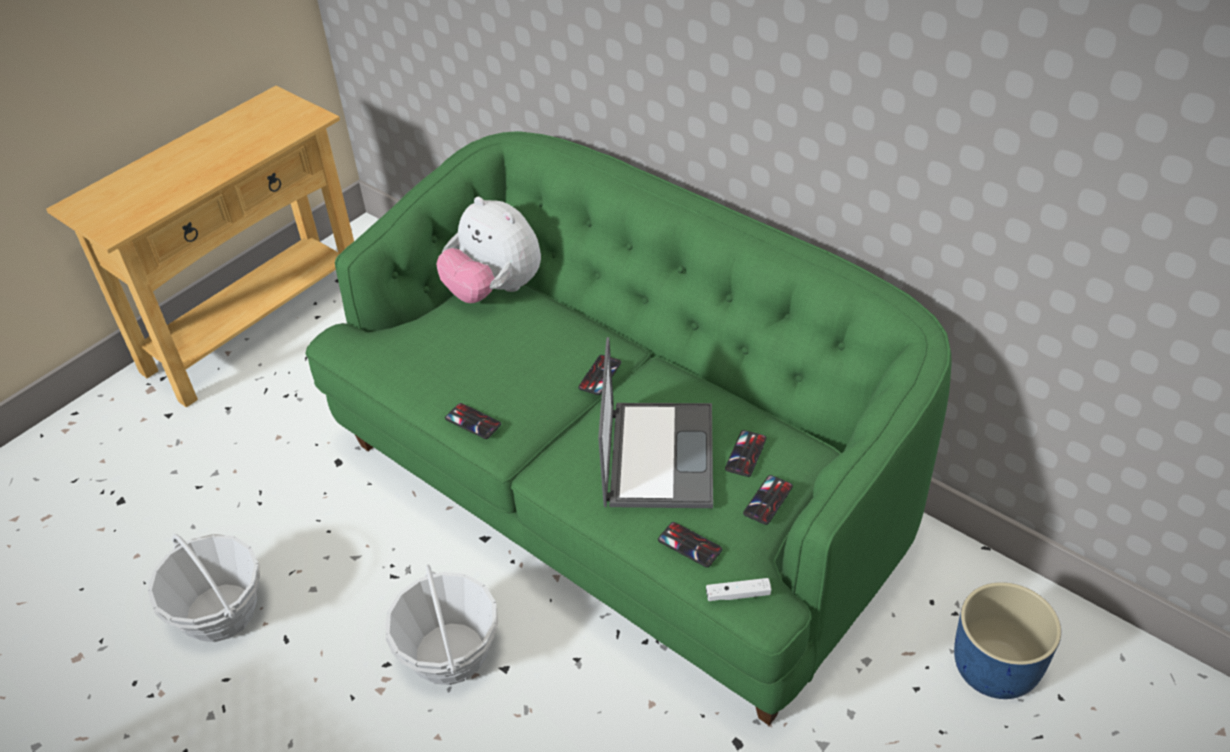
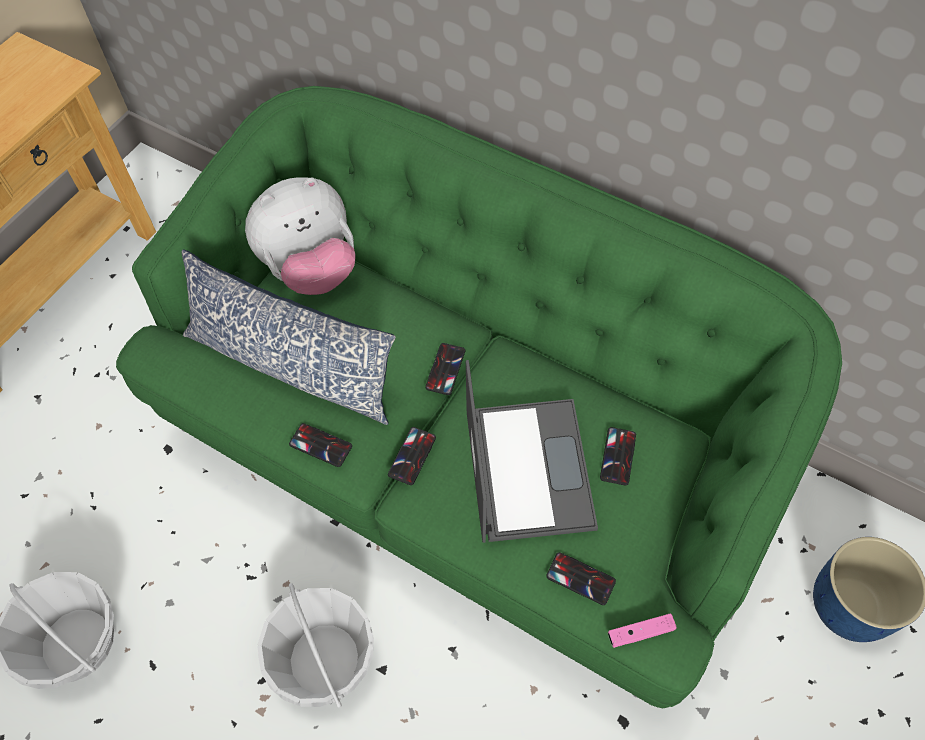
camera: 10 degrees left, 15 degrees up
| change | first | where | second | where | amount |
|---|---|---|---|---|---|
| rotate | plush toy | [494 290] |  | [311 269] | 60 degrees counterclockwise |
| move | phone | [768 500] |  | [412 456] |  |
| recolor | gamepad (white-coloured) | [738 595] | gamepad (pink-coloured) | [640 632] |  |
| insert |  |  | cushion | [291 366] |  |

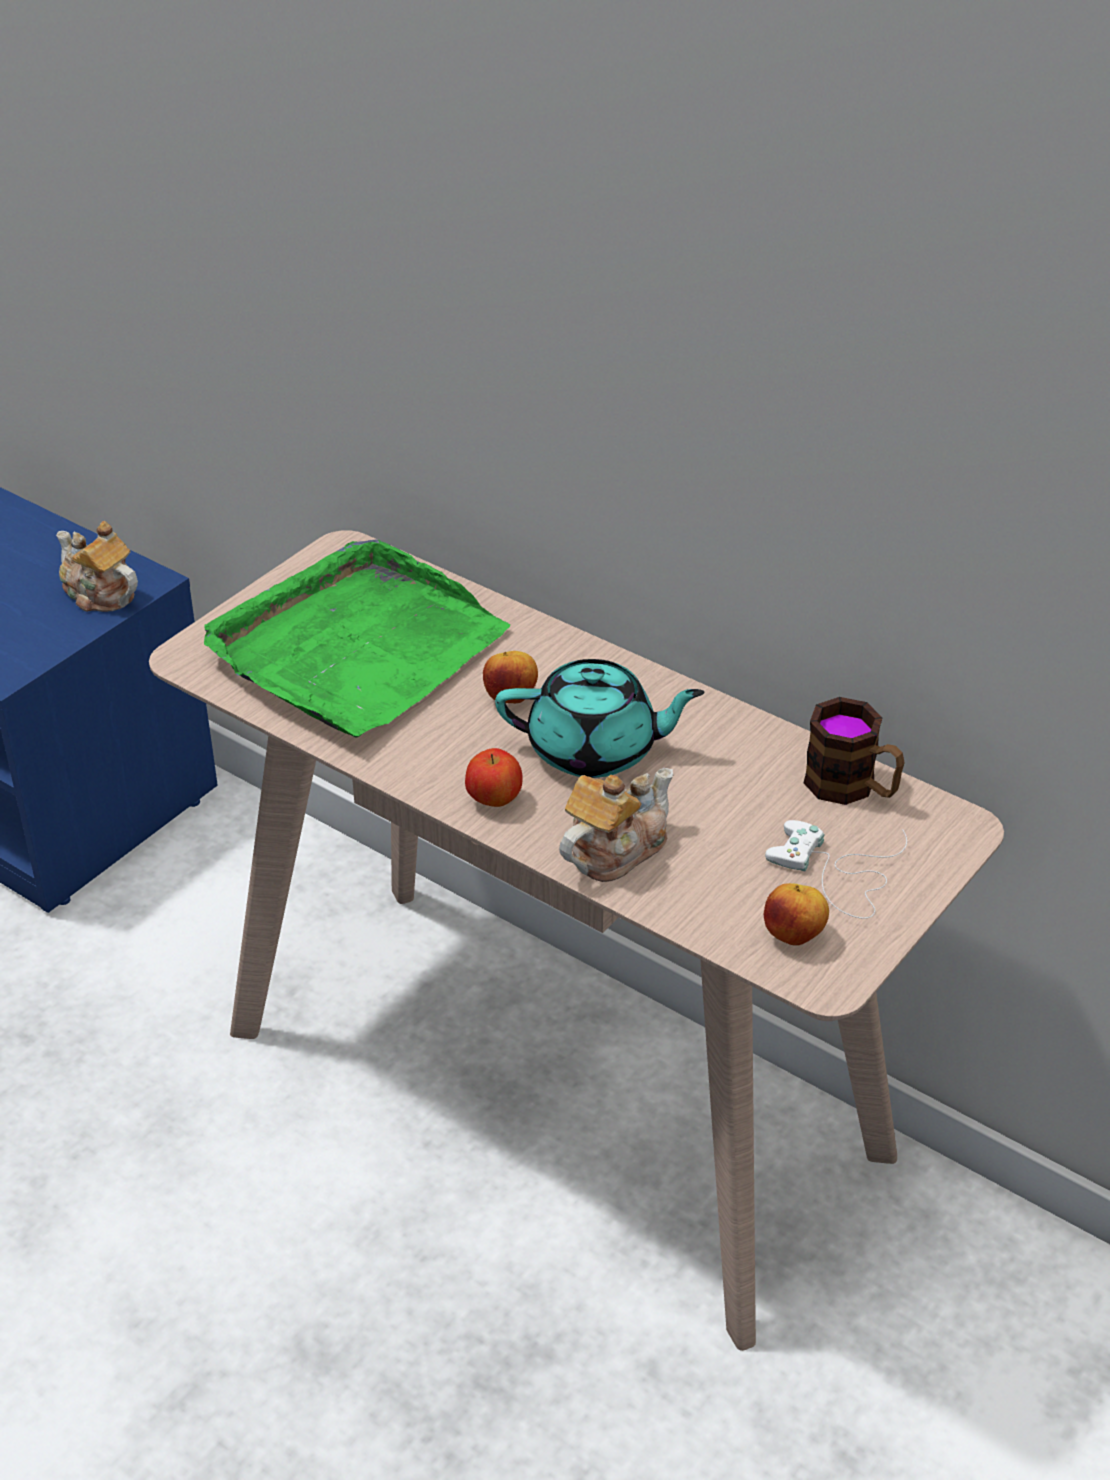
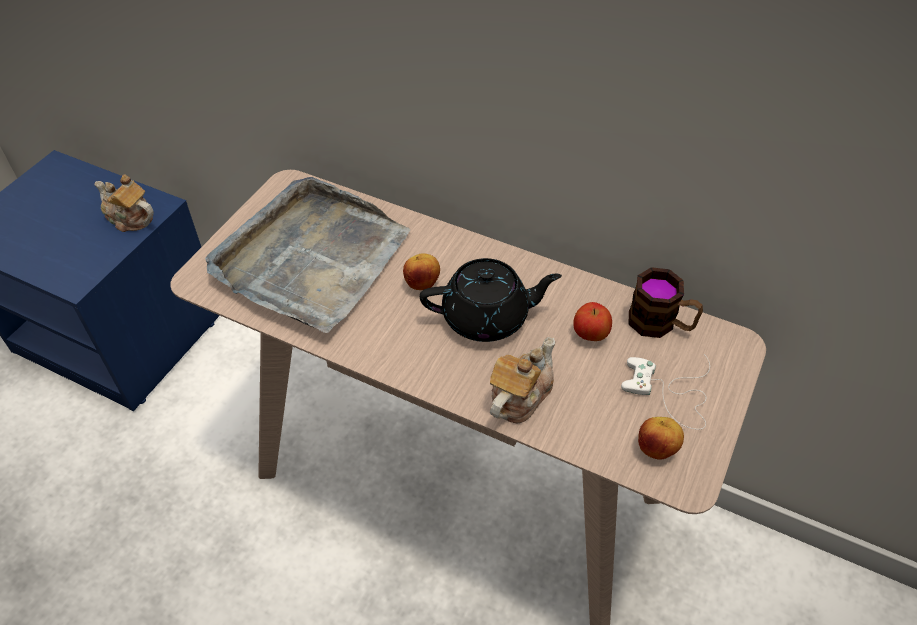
camera: 10 degrees left, 10 degrees up
| change | first | where | second | where | amount |
|---|---|---|---|---|---|
| recolor | tray (green) | [356 648] | tray (greyish) | [311 258] |  |
| recolor | tea pot (blue-green) | [595 750] | tea pot (black-coloured) | [487 317] |  |
| move | apple | [494 800] |  | [590 334] |  |

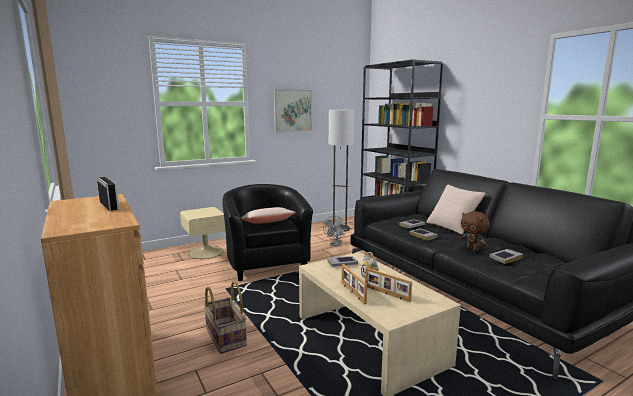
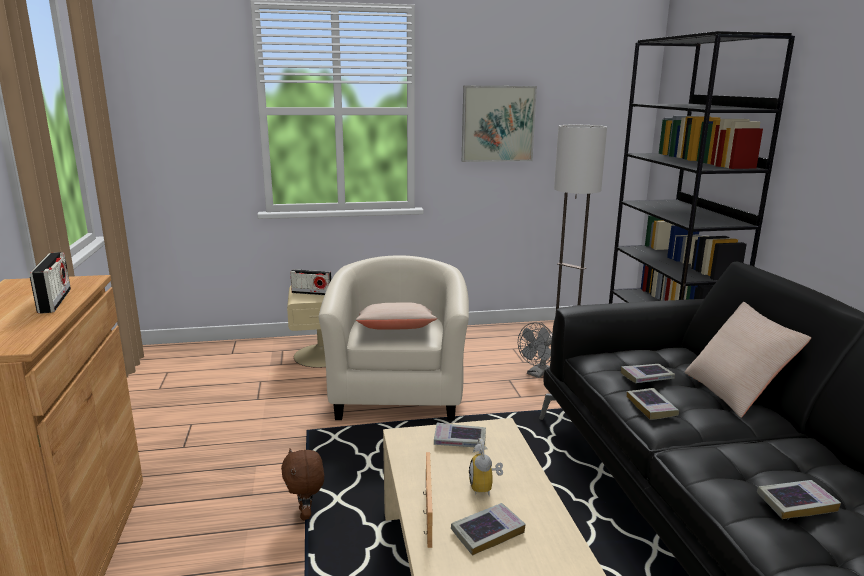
camera: 20 degrees right, 5 degrees up
| change | first | where | second | where | amount |
|---|---|---|---|---|---|
| recolor | easy chair (black-coloured) | [266 264] | easy chair (beige) | [398 393] |  |
| move | plush toy (brownish) | [472 249] |  | [306 514] |  |
| replace | standing frame | [386 294] | volume | [487 532] |  |
| delete | basket | [224 337] |  |  |  |
| insert |  |  | radio receiver | [311 293] |  |

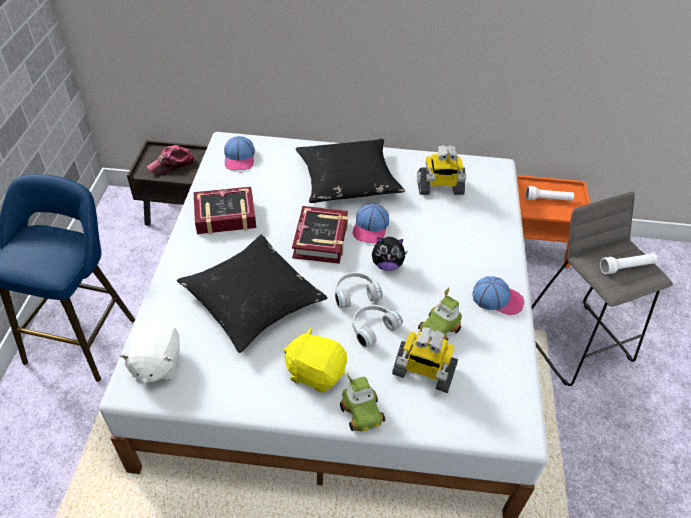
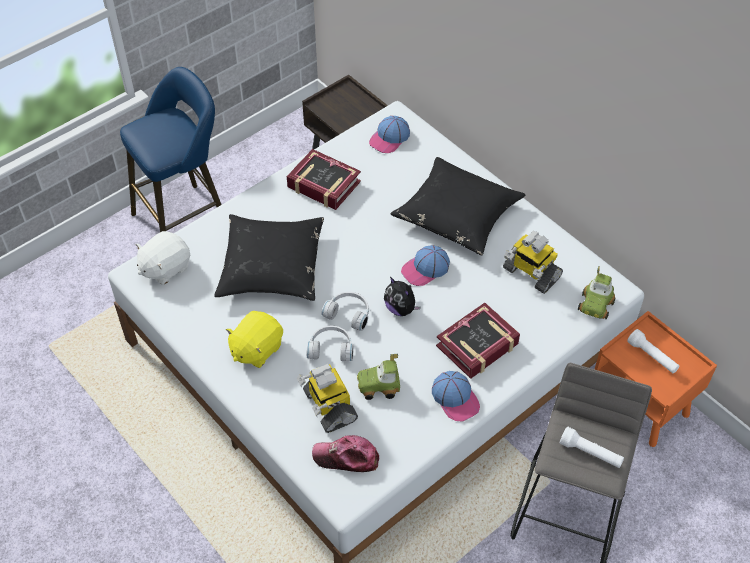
camera: 45 degrees right, 5 degrees up
| change | first | where | second | where | amount |
|---|---|---|---|---|---|
| move | cap | [172 164] |  | [346 458] |  |
| move | volume | [321 240] |  | [477 345] |  |
| rotate | plush toy (yellowish) | [315 372] |  | [256 349] | 120 degrees counterclockwise |
| move | model car | [362 413] |  | [596 305] |  |

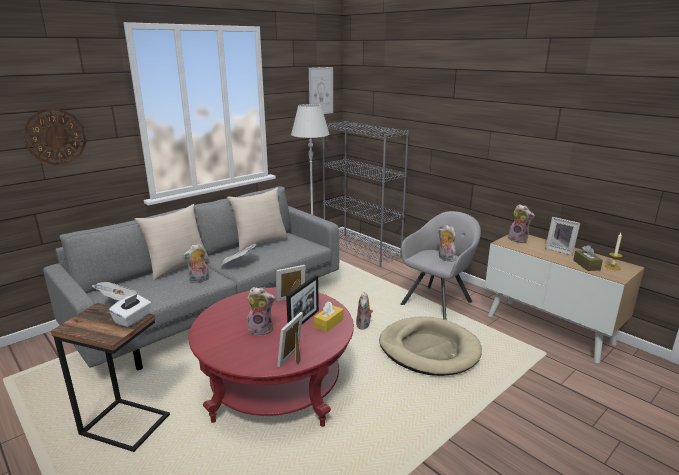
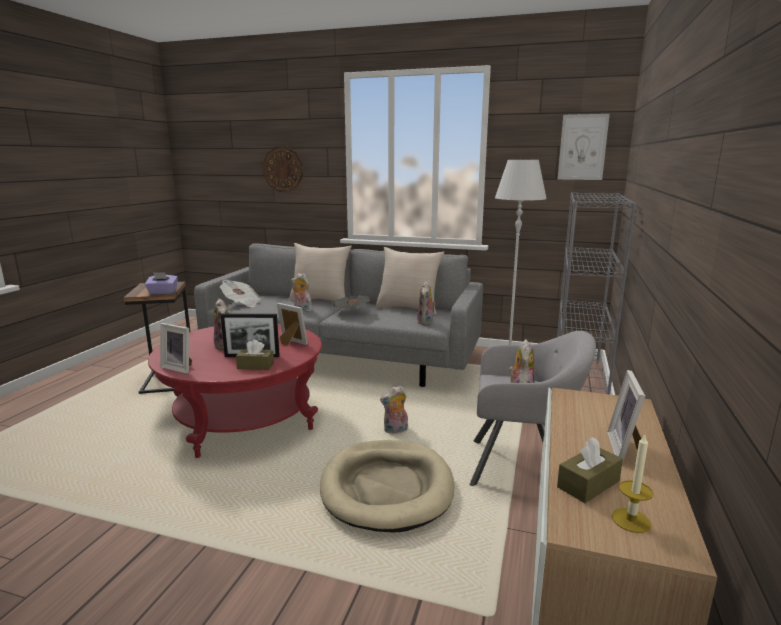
camera: 60 degrees right, 5 degrees down
| change | first | where | second | where | amount |
|---|---|---|---|---|---|
| move | plush toy | [518 240] |  | [426 322] |  |
| recolor | tissue holder (white-coloured) | [133 319] | tissue holder (purple) | [162 292] |  |
| recolor | tissue holder (yellowish) | [328 323] | tissue holder (brownish) | [255 366] |  |
| rotate | standing frame | [294 359] |  | [180 367] | 150 degrees counterclockwise |

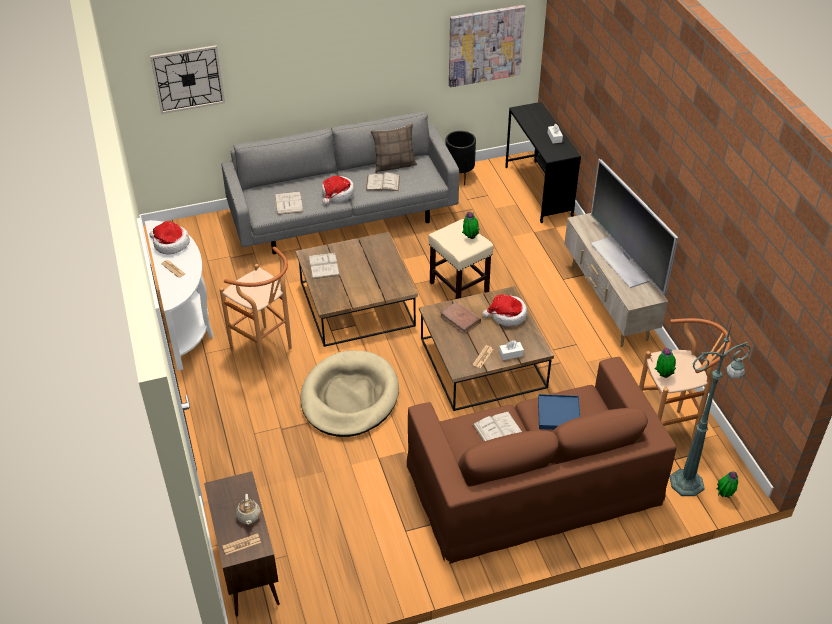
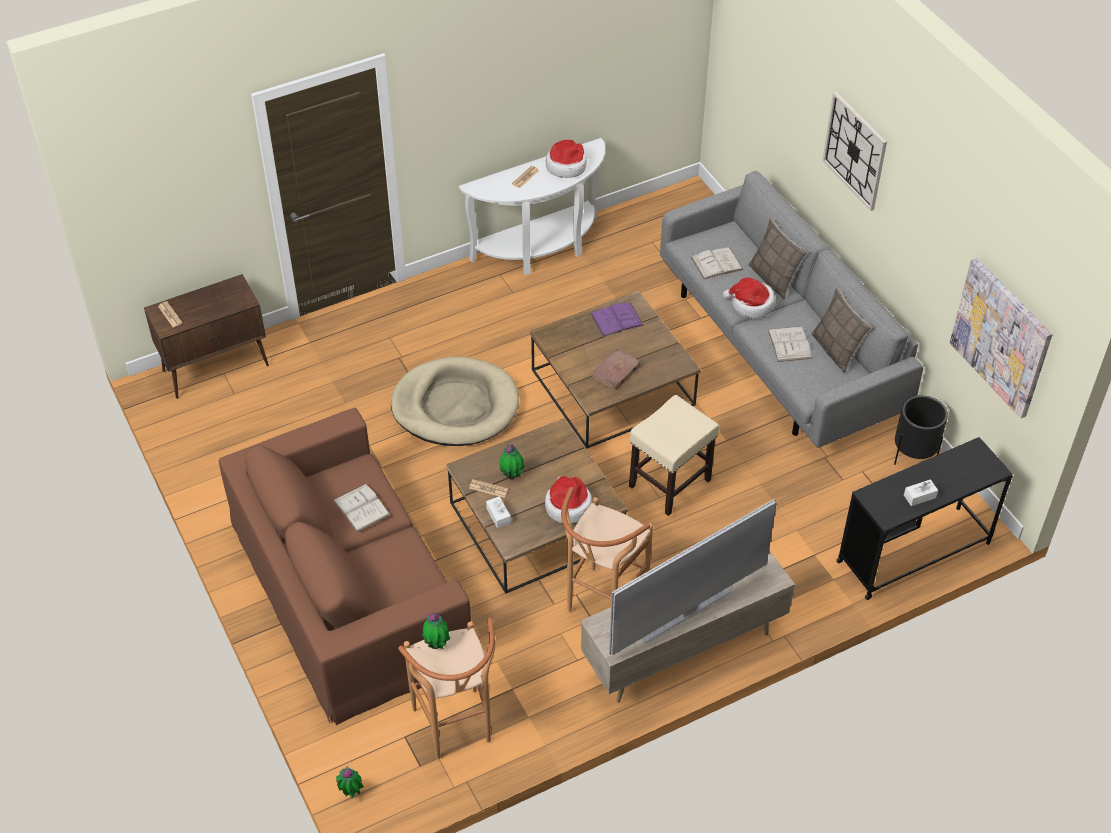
camera: 80 degrees right, 5 degrees up
| change | first | where | second | where | amount |
|---|---|---|---|---|---|
| move | wall clock | [188 79] |  | [855 151] |  |
| move | plant in a pot | [470 237] |  | [512 475] |  |
| move | stool (brownish) | [266 351] |  | [601 606] |  |
| recolor | volume (white-coloured) | [323 266] | volume (purple) | [617 320] |  |
| move | volume (brownish) | [460 319] |  | [616 372] |  |
| delete | standard lamp (green) | [688 482] |  |  |  |
| delete | tray (blue) | [559 414] |  |  |  |
| delete | tea pot (beige) | [248 516] |  |  |  |
| insert |  |  | cushion | [773 279] |  |

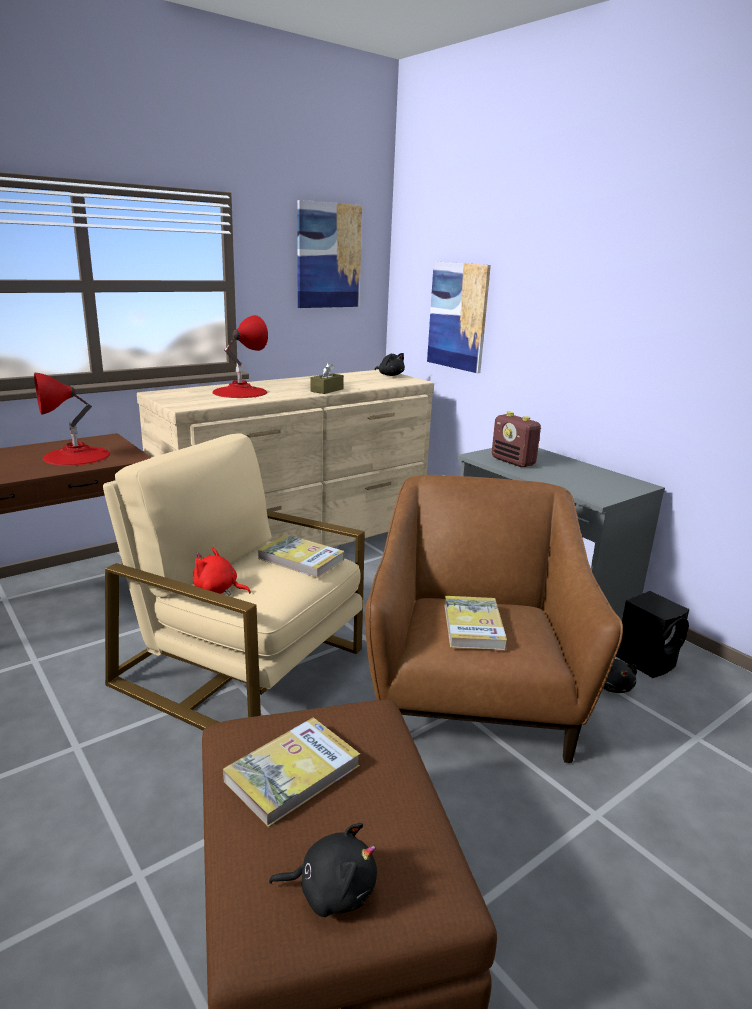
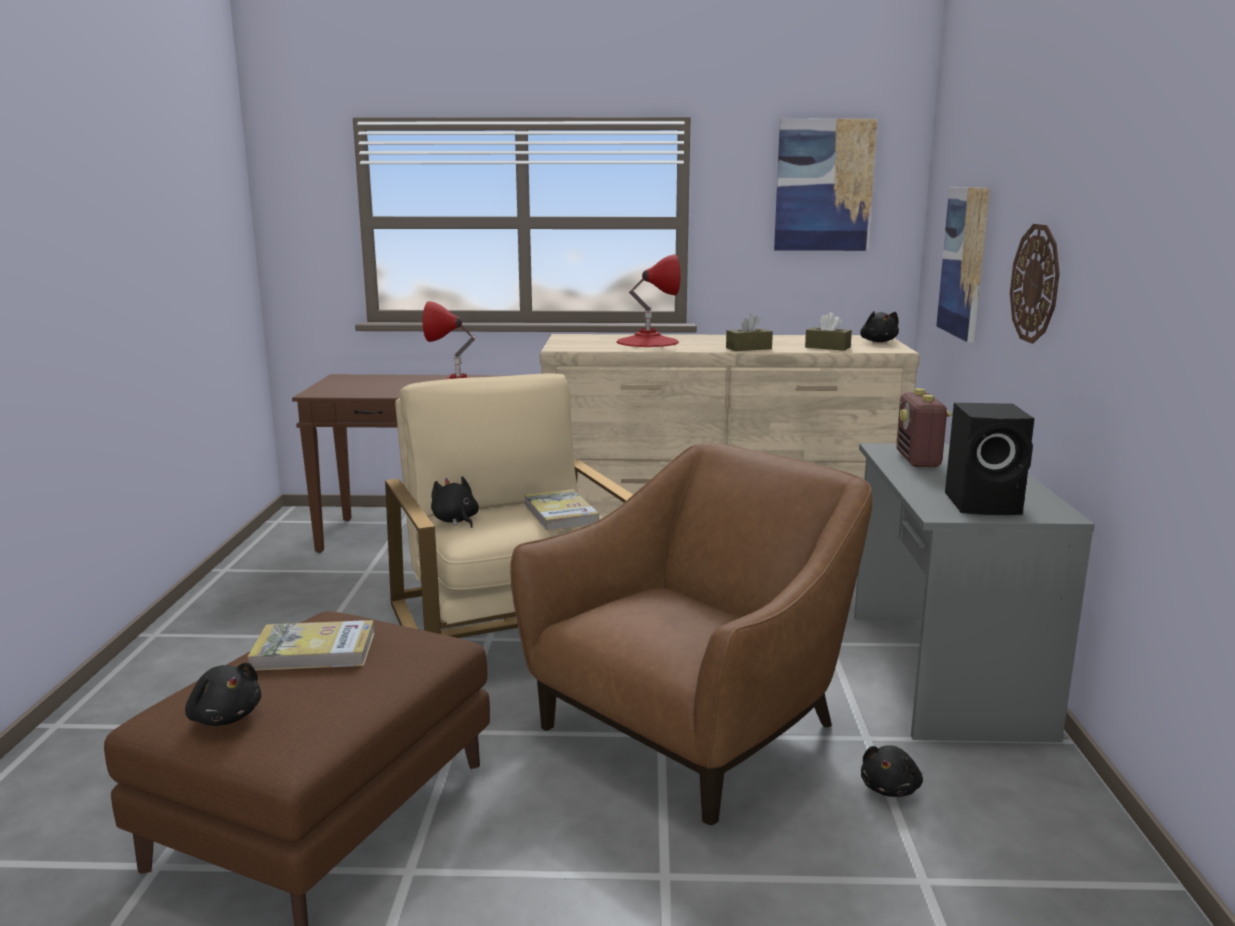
camera: 40 degrees right, 5 degrees down
| change | first | where | second | where | amount |
|---|---|---|---|---|---|
| recolor | plush toy (red-coloured) | [218 590] | plush toy (black-coloured) | [455 520] |  |
| move | audio speaker (black-coloured) | [647 661] |  | [985 504] |  |
| delete | volume | [473 626] |  |  |  |
| insert |  |  | wall clock | [1035 283] |  |
| insert |  |  | tissue holder (brownish) | [827 347] |  |

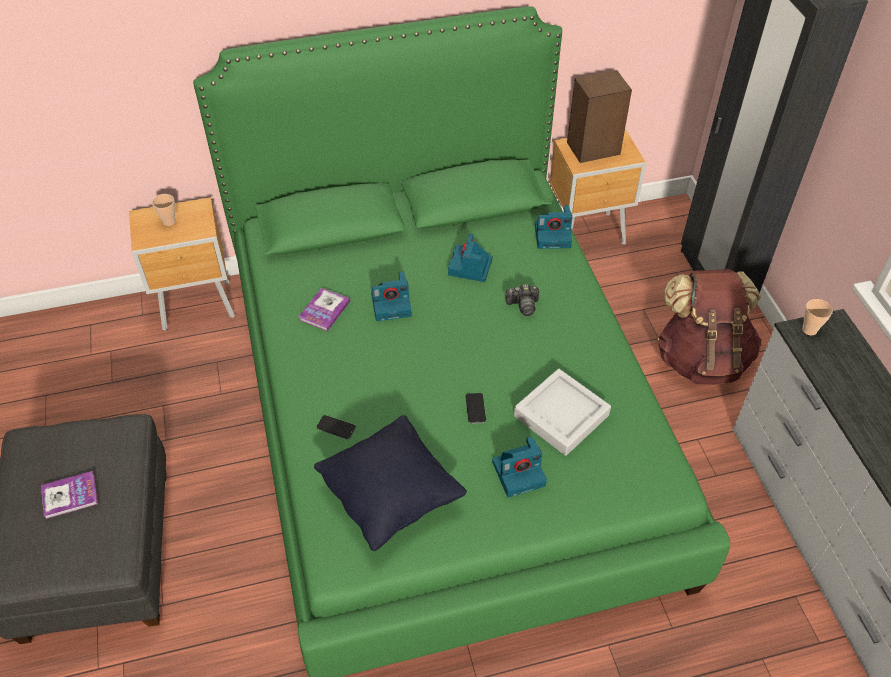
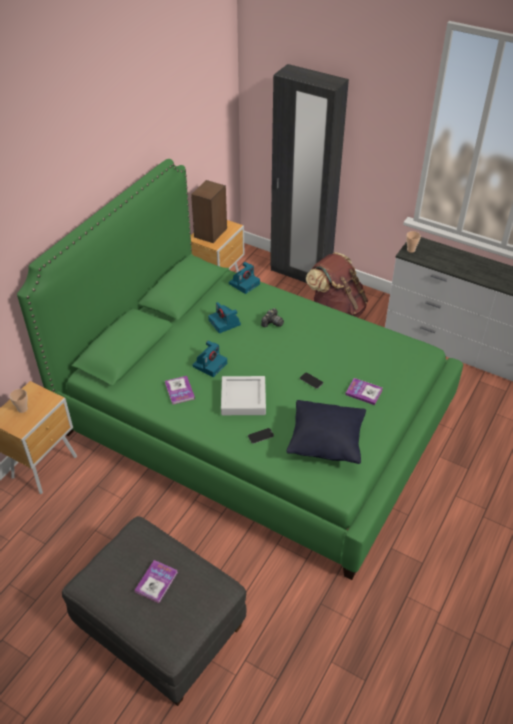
camera: 45 degrees left, 5 degrees down
| change | first | where | second | where | amount |
|---|---|---|---|---|---|
| move | tray (greyish) | [561 416] |  | [243 399] |  |
| replace | still camera | [519 472] | volume | [364 392] |  |

